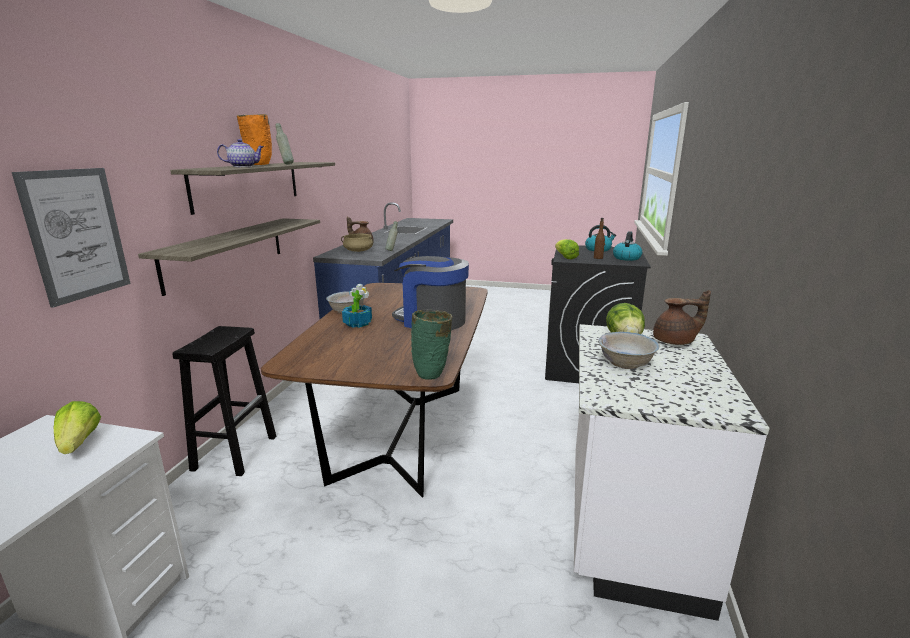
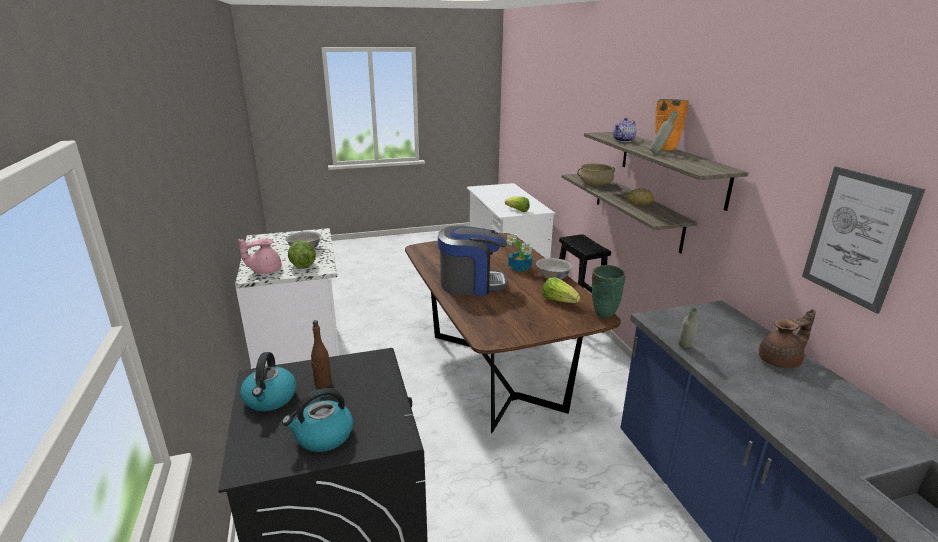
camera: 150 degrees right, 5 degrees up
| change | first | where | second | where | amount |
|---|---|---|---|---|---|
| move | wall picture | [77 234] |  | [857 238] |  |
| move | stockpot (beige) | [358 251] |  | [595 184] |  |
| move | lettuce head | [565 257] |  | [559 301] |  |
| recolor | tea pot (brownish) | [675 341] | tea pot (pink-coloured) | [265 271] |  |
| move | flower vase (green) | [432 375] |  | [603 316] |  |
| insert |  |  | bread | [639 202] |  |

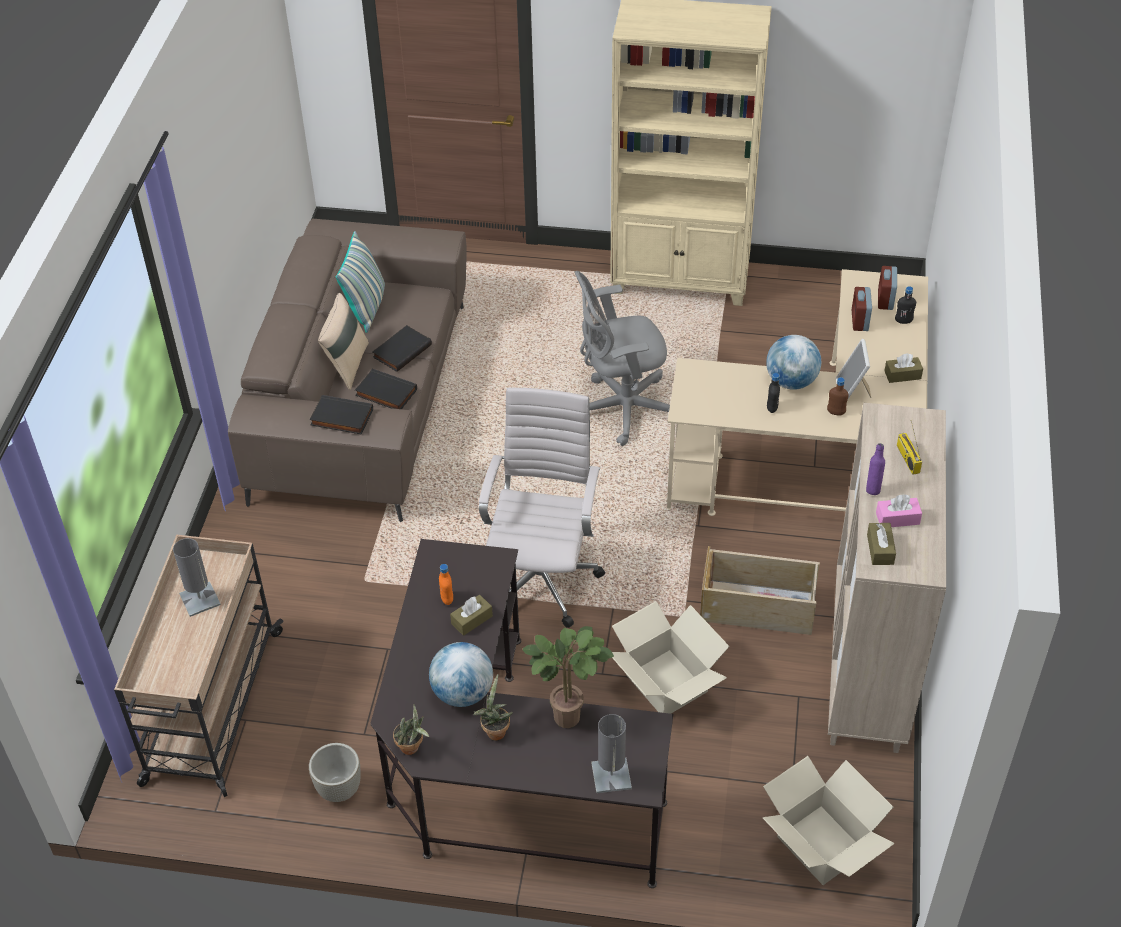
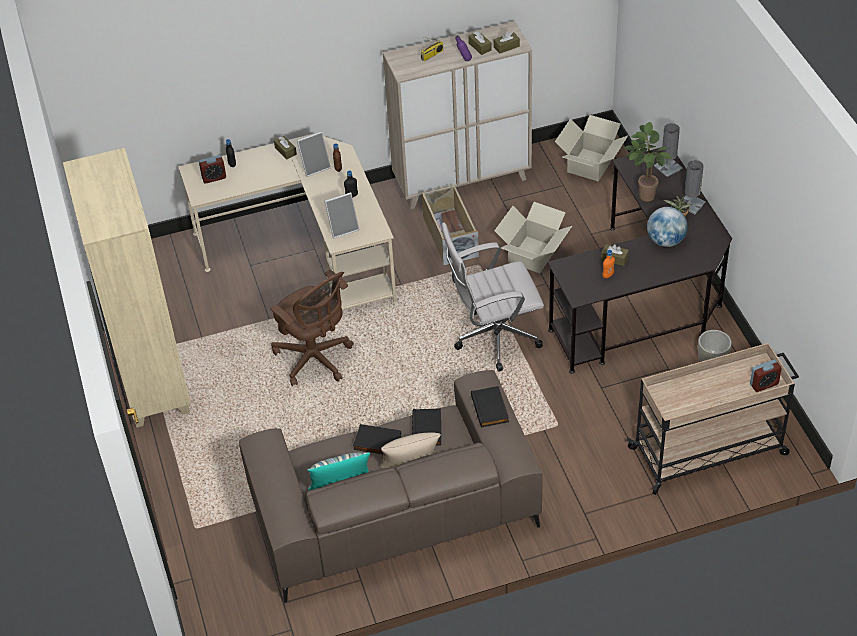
camera: 115 degrees left, 0 degrees up
| change | first | where | second | where | amount |
|---|---|---|---|---|---|
| recolor | desk chair (greyish) | [622 409] | desk chair (brownish) | [315 359] |  |
| move | alarm clock | [859 321] |  | [764 384] |  |
| delete | desk globe | [791 381] |  |  |  |
| recolor | tissue holder (pink-coloured) | [897 518] | tissue holder (brownish) | [480 47] |  |
| move | lamp for a table (greyish) | [200 599] |  | [691 204] |  |
| delete | plant in a pot | [412 748] |  |  |  |
| insert |  |  | standing frame | [343 228] |  |

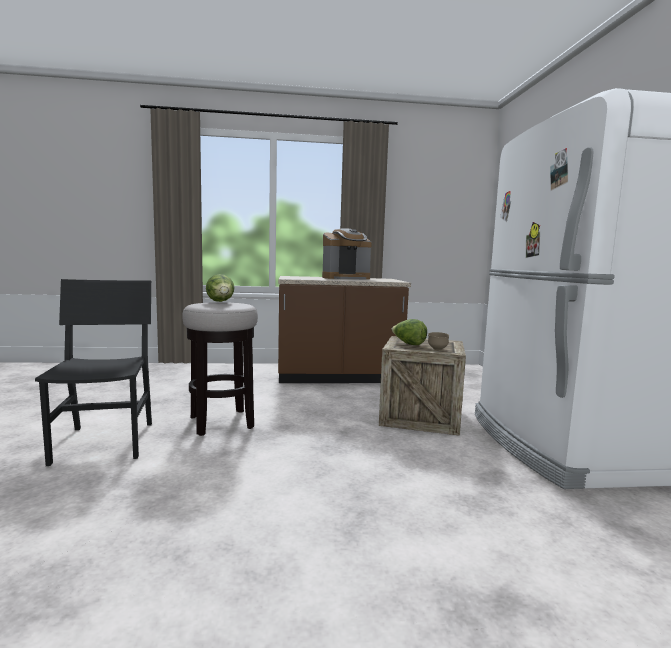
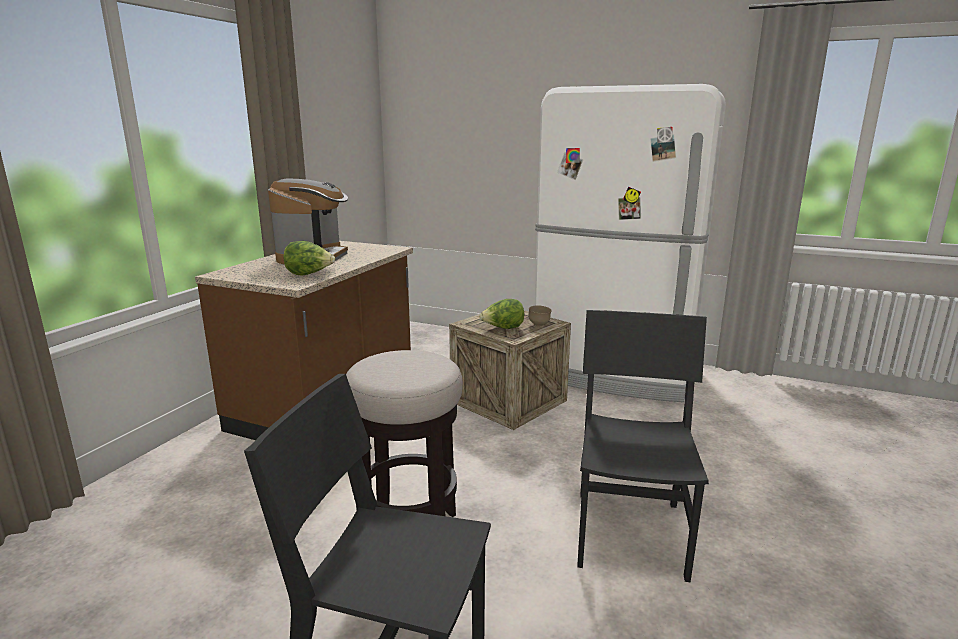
camera: 60 degrees left, 10 degrees up
| change | first | where | second | where | amount |
|---|---|---|---|---|---|
| move | lettuce head | [221 302] |  | [309 274] |  |
| insert |  |  | upright chair (black-coloured) | [630 533] |  |

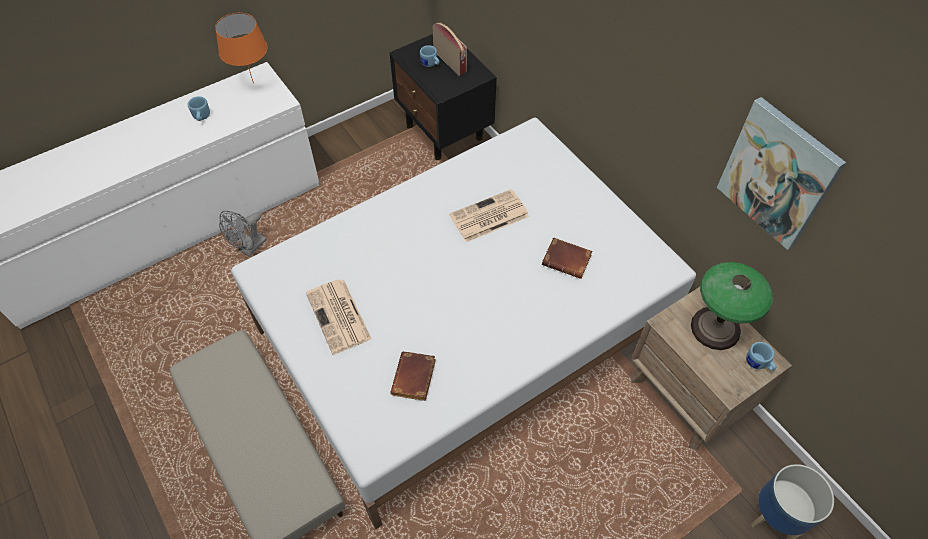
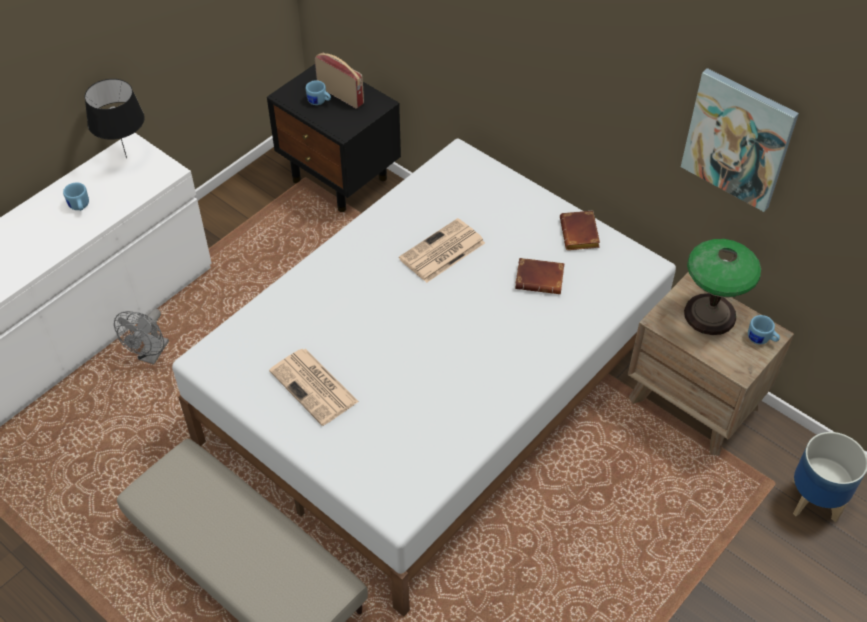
camera: 15 degrees left, 5 degrees down
| change | first | where | second | where | amount |
|---|---|---|---|---|---|
| recolor | lamp for a table (orangey) | [254 83] | lamp for a table (black-coloured) | [127 158] |  |
| move | volume (brownish) | [415 379] |  | [581 235] |  |

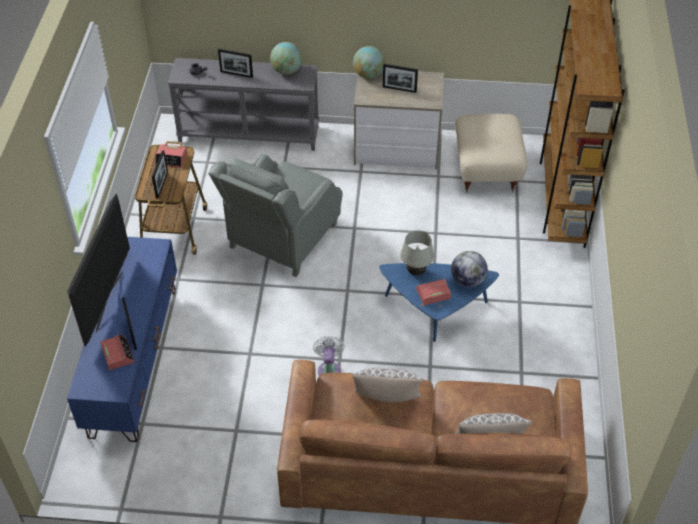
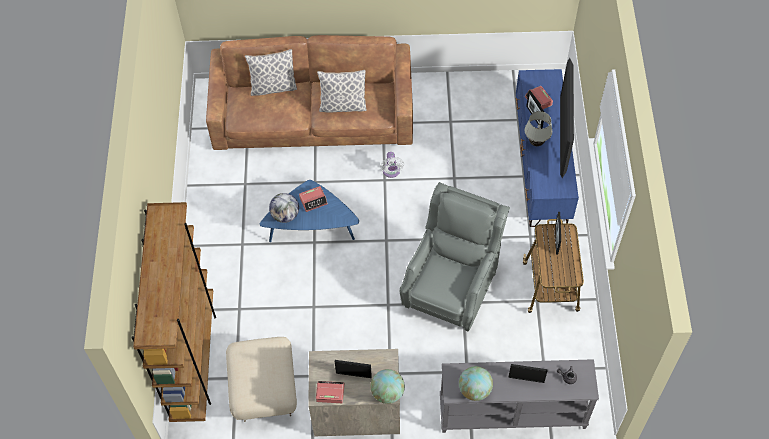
camera: 175 degrees right, 10 degrees up
| change | first | where | second | where | amount |
|---|---|---|---|---|---|
| move | alarm clock | [171 159] |  | [330 392] |  |
| move | lamp for a table (white-coloured) | [416 272] |  | [536 143] |  |

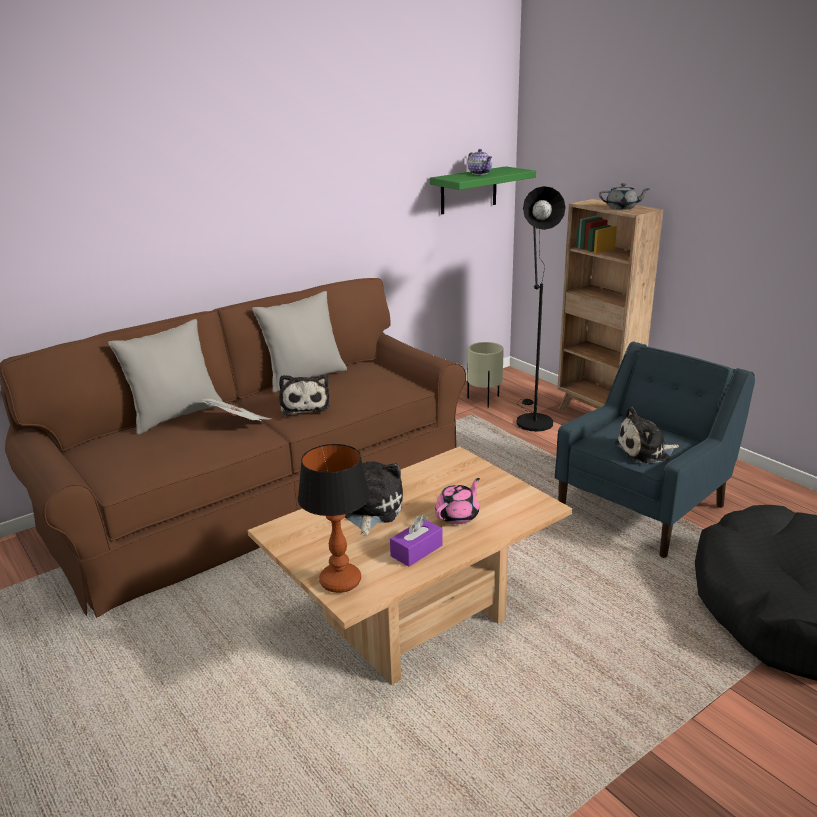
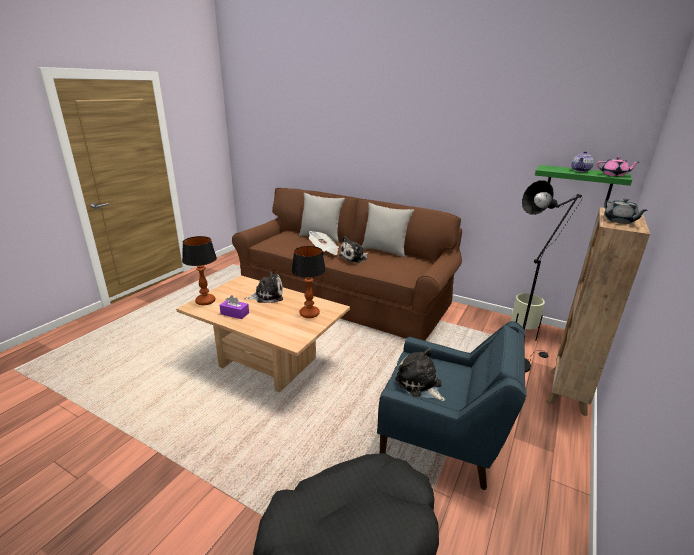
camera: 65 degrees right, 0 degrees up
| change | first | where | second | where | amount |
|---|---|---|---|---|---|
| move | tea pot (pink-coloured) | [458 515] |  | [614 175] |  |
| insert |  |  | lamp for a table | [309 314] |  |

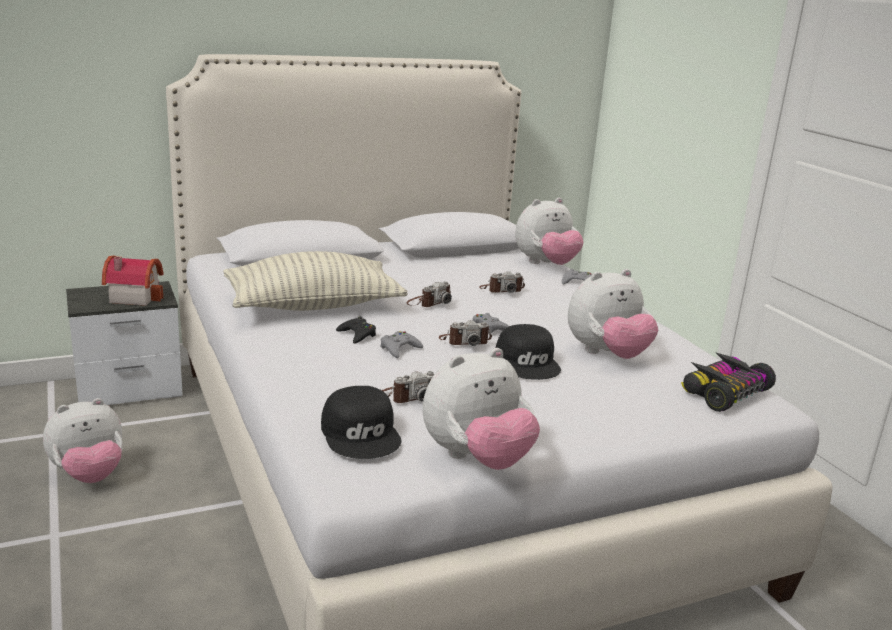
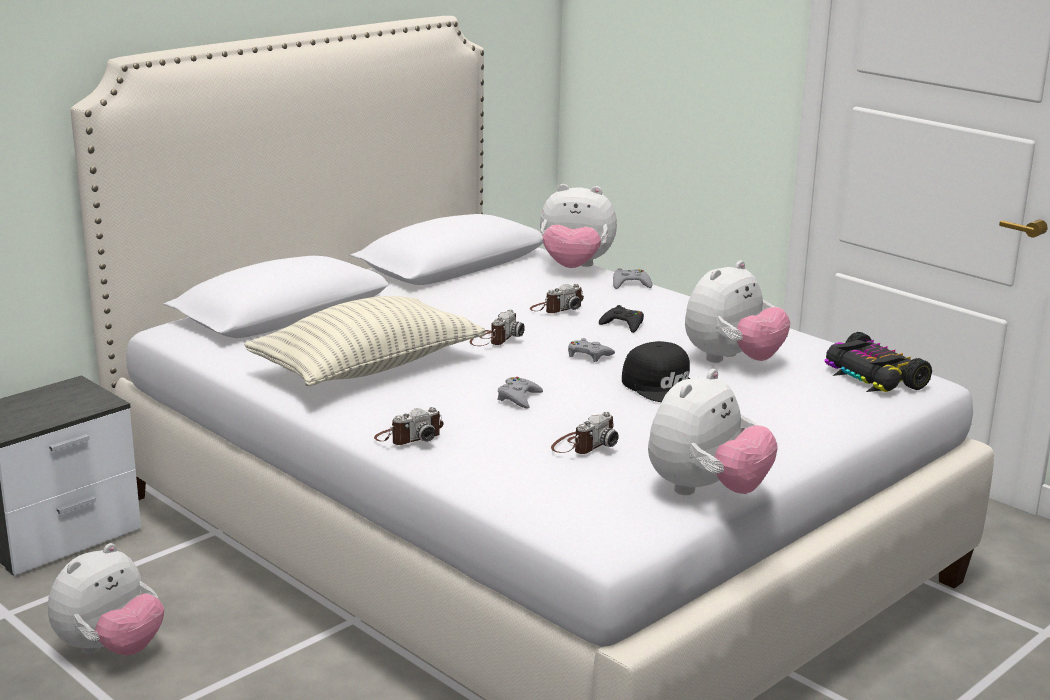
camera: 20 degrees left, 0 degrees up
| change | first | where | second | where | amount |
|---|---|---|---|---|---|
| rotate | plush toy | [546 264] |  | [575 267] | 60 degrees clockwise |
| delete | toy house | [134 296] |  |  |  |
| move | gamepad (black-coloured) | [357 334] |  | [623 324] |  |
| move | still camera | [464 341] |  | [409 437] |  |
| rotate | model car | [723 393] |  | [872 377] | 60 degrees counterclockwise |
| delete | cap (black-coloured) | [362 433] |  |  |  |

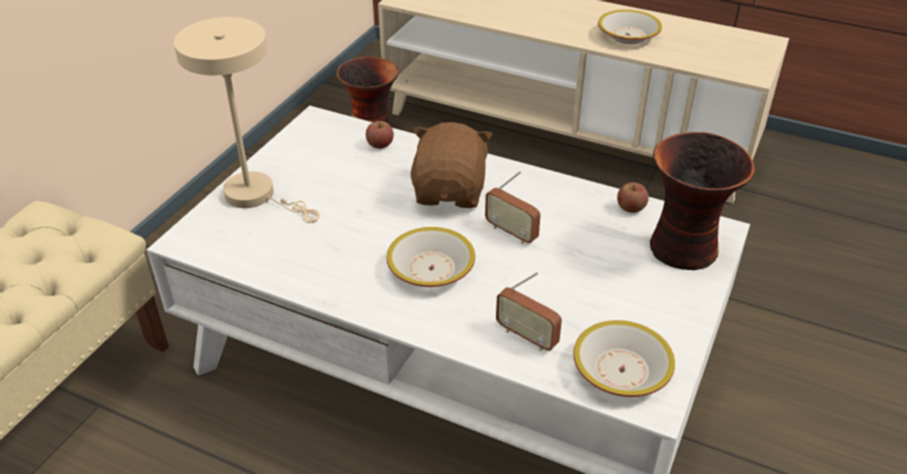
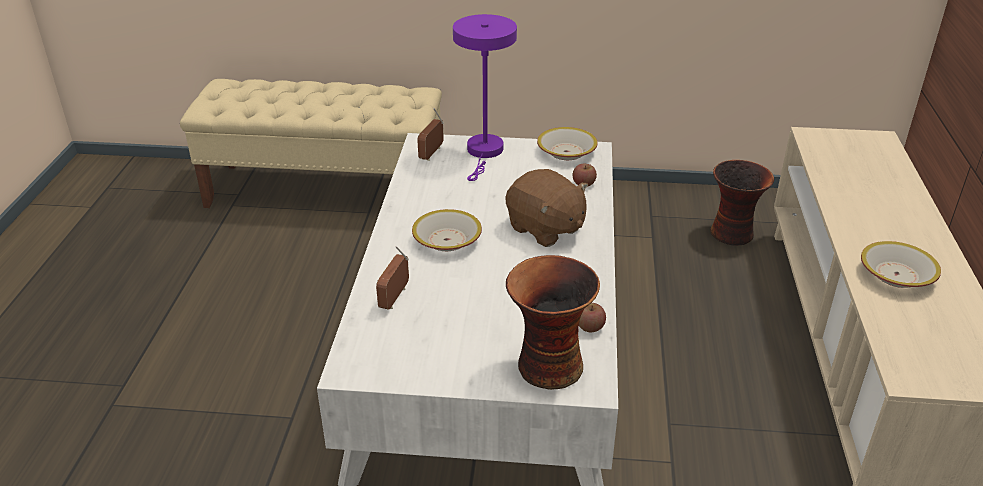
camera: 70 degrees right, 5 degrees down
| change | first | where | second | where | amount |
|---|---|---|---|---|---|
| recolor | lamp for a table (beige) | [257 196] | lamp for a table (purple) | [484 152] |  |
| rotate | plush toy (brownish) | [450 192] |  | [545 229] | 60 degrees clockwise |
| move | radio receiver | [511 232] |  | [431 153] |  |
| move | deep dish | [621 371] |  | [566 152] |  |

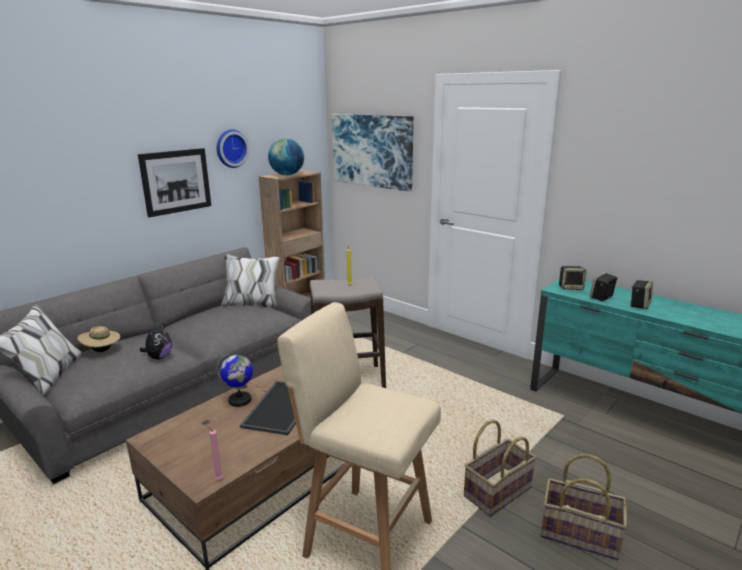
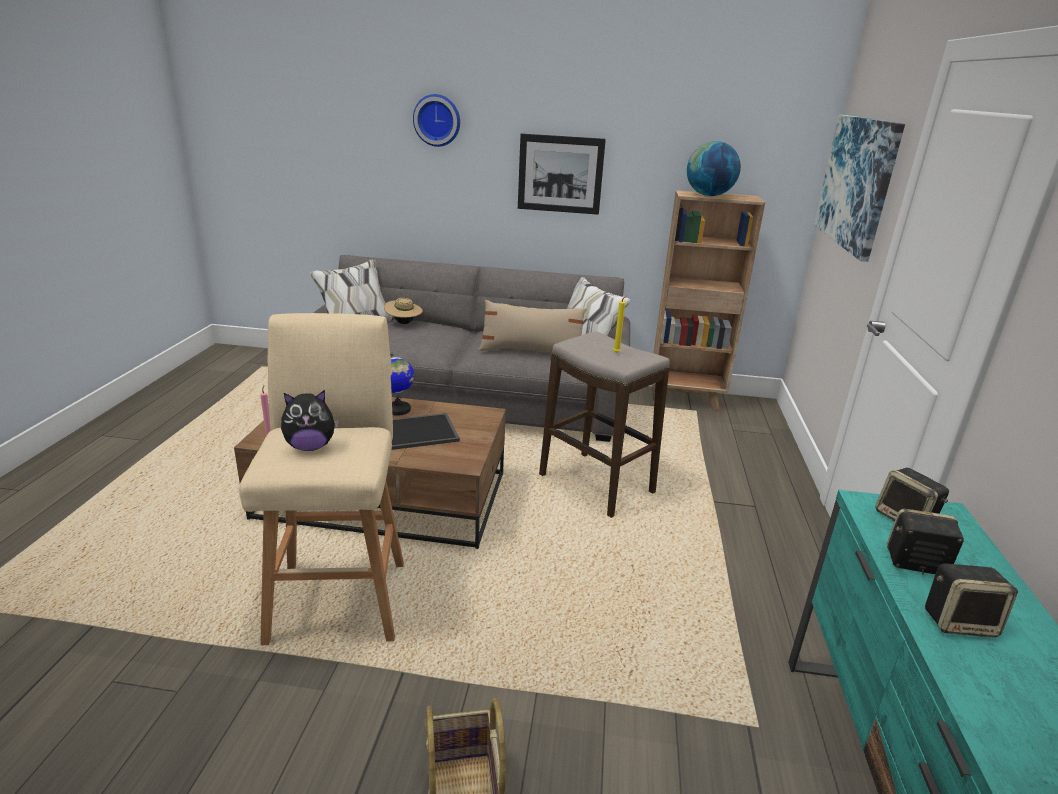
camera: 55 degrees right, 5 degrees up
| change | first | where | second | where | amount |
|---|---|---|---|---|---|
| move | wall clock | [230 148] |  | [437 120] |  |
| move | plush toy | [159 357] |  | [310 446] |  |
| delete | basket | [497 491] |  |  |  |
| insert |  |  | cushion (beige) | [531 352] |  |

